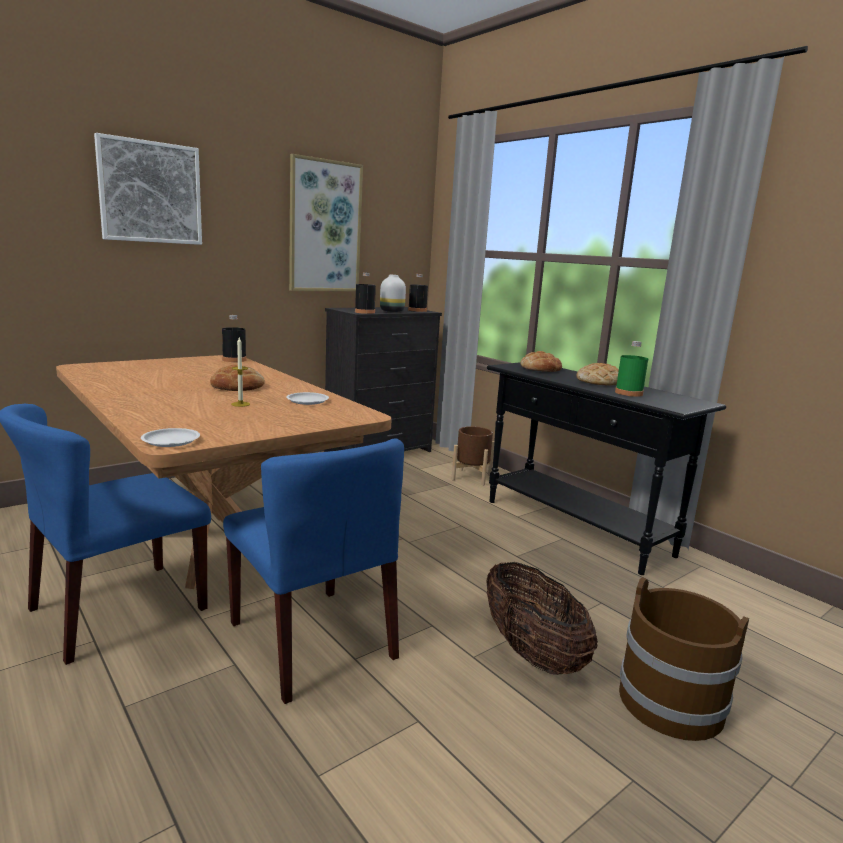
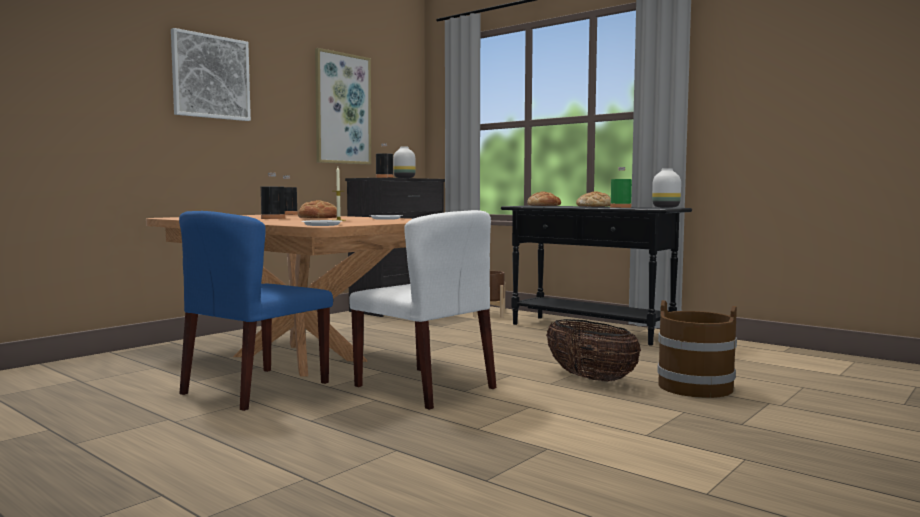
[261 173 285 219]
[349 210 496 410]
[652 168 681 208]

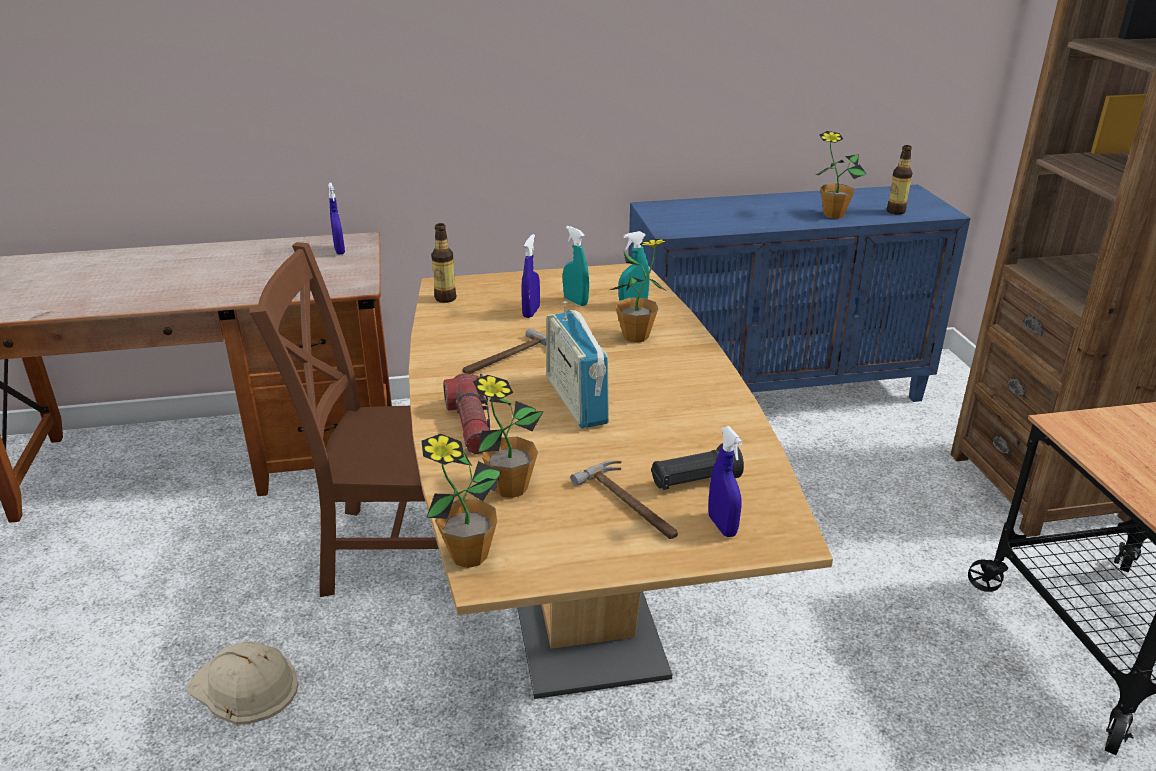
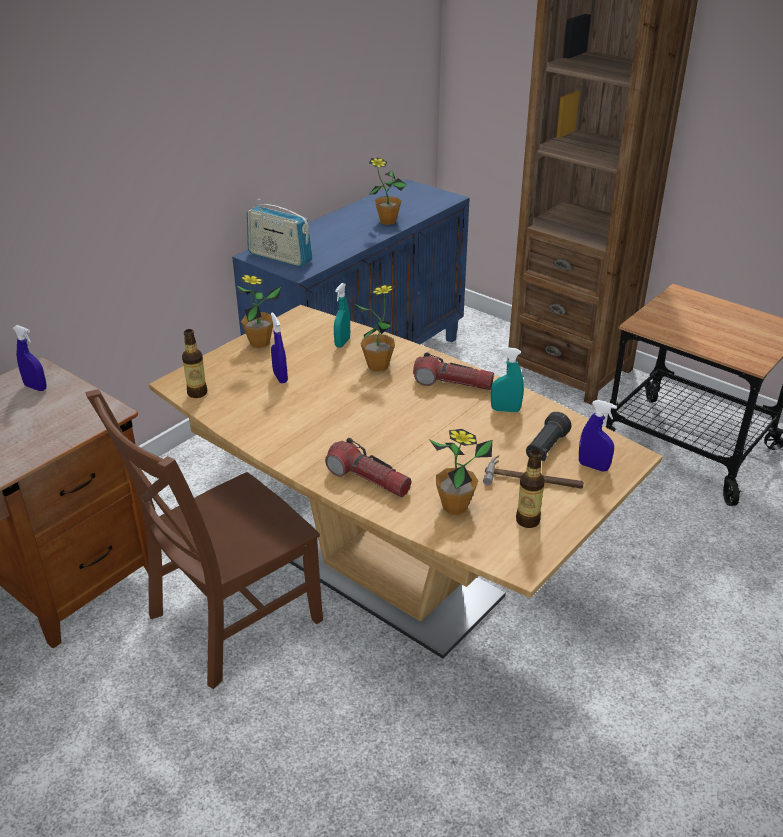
[237 275 281 348]
[247 199 313 267]
[413 352 494 390]
[491 347 524 412]
[516 450 545 528]
[187 642 298 725] (first image)
[463 328 547 374] (first image)

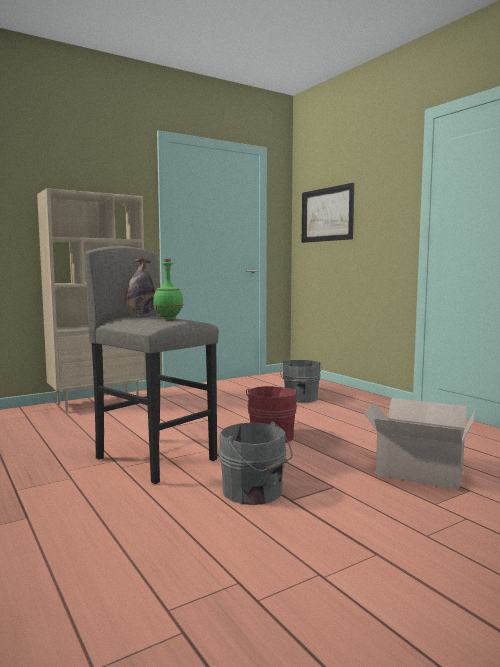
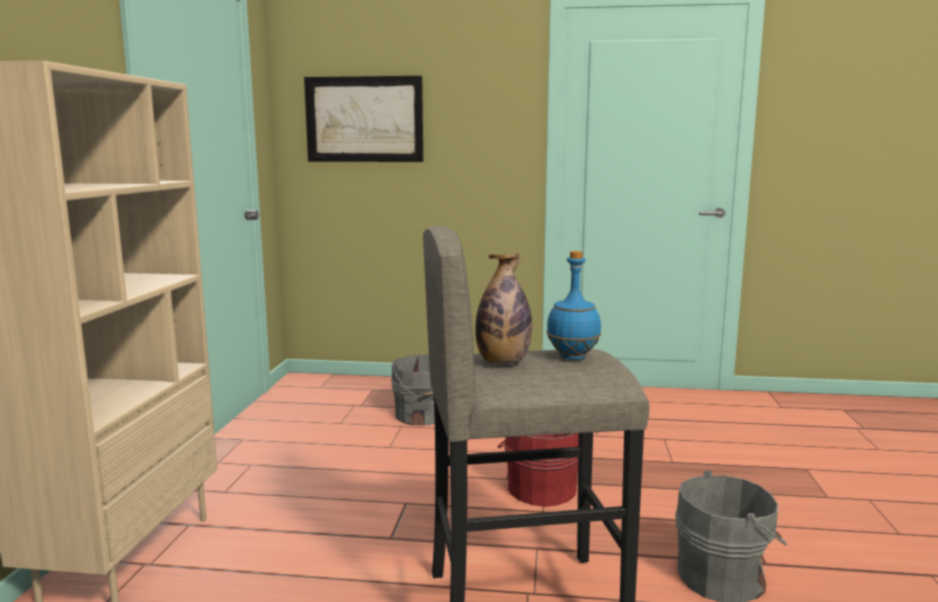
[547 251 601 360]
[364 398 475 490] (first image)

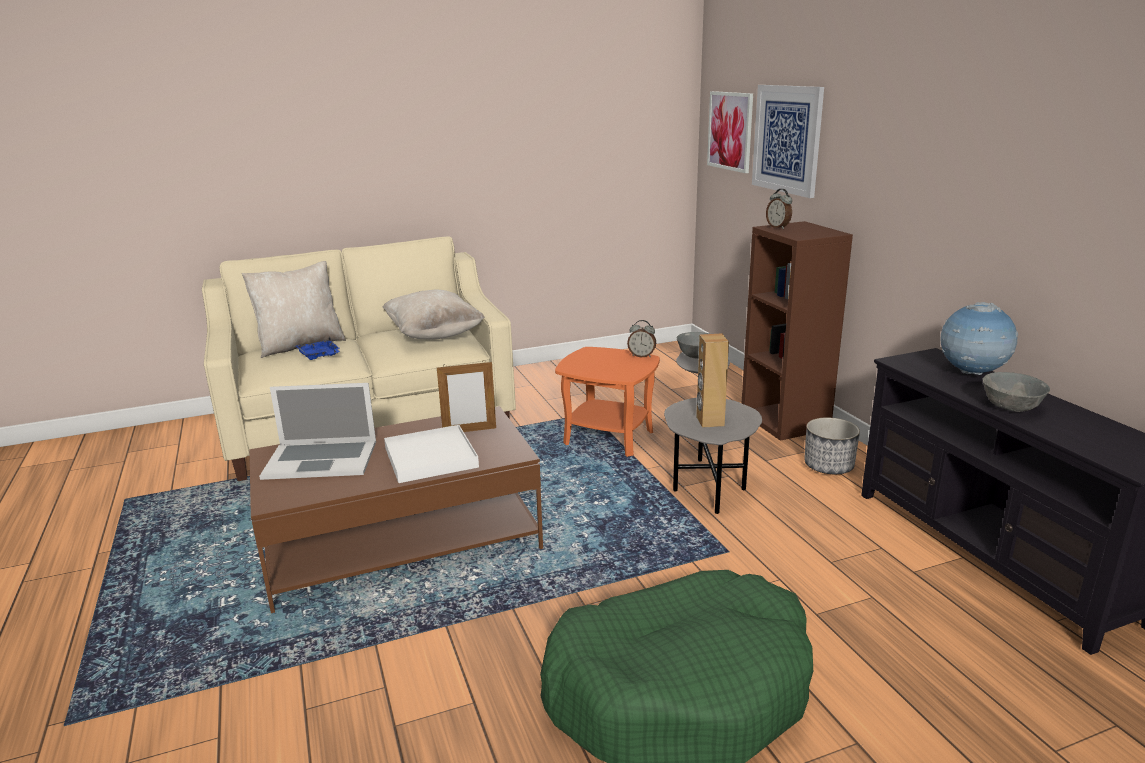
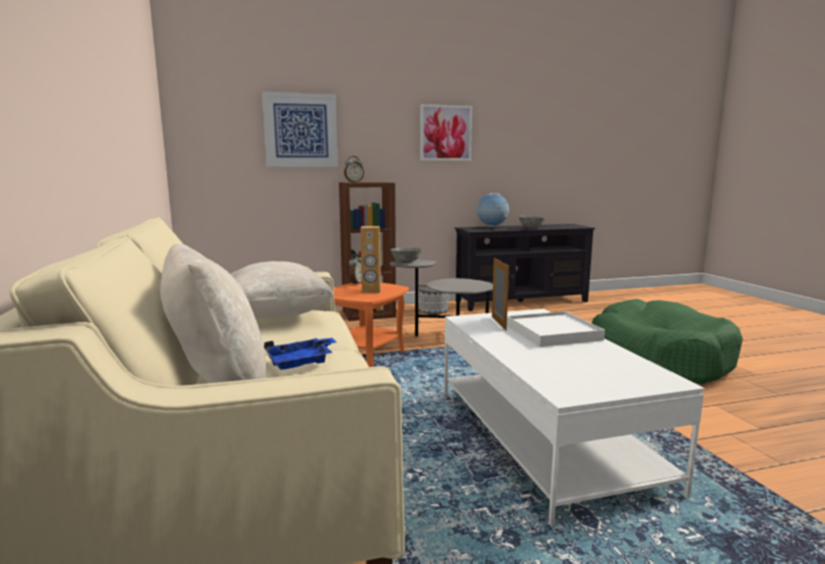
[360 226 381 293]
[420 104 472 161]
[444 309 705 526]
[259 383 376 480] (first image)

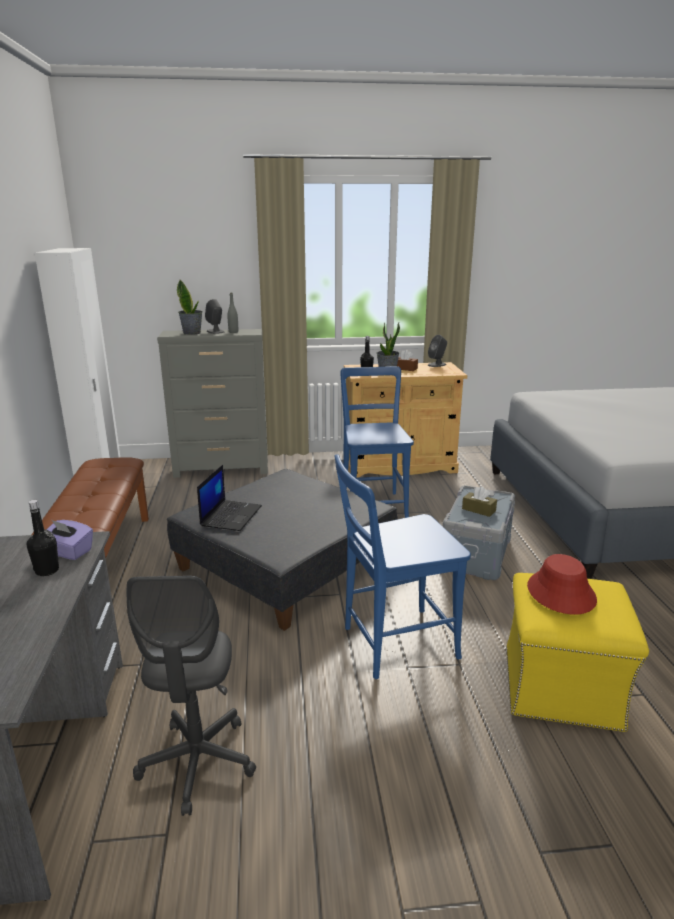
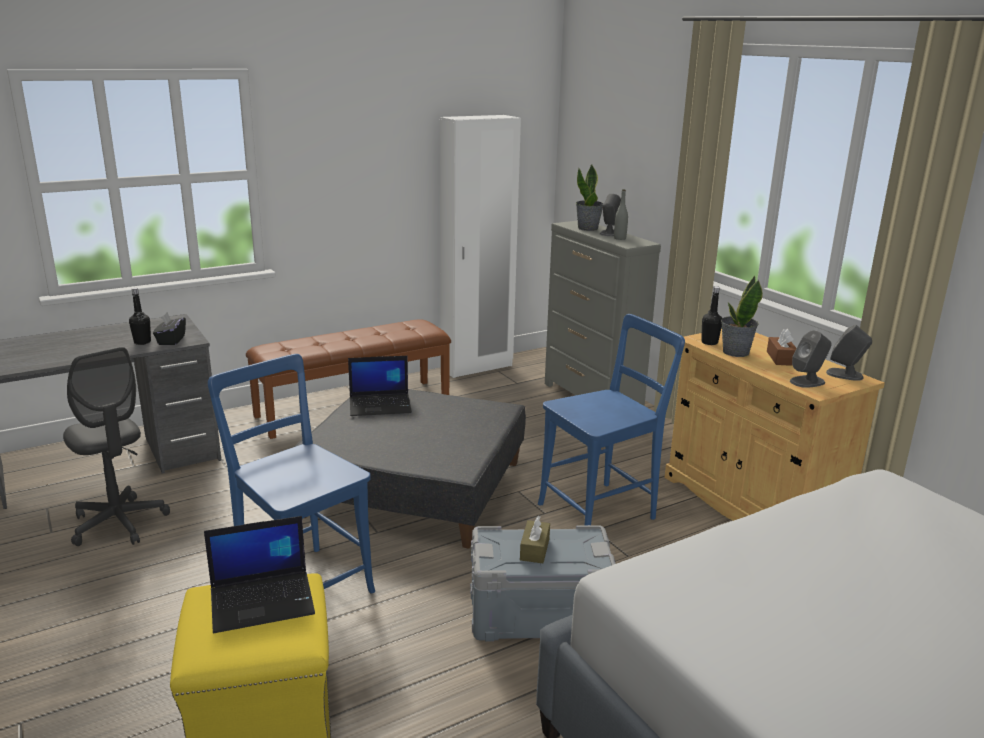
[63 347 170 546]
[153 312 186 345]
[204 516 315 633]
[790 330 831 388]

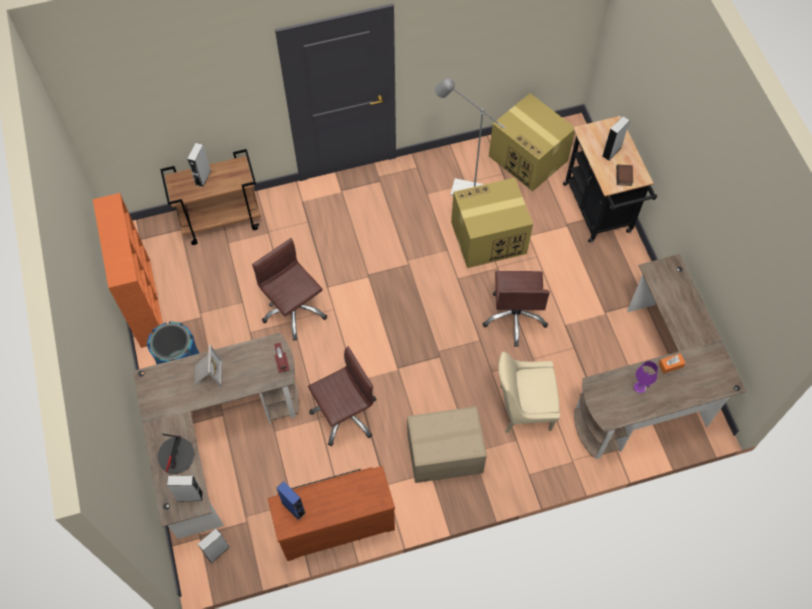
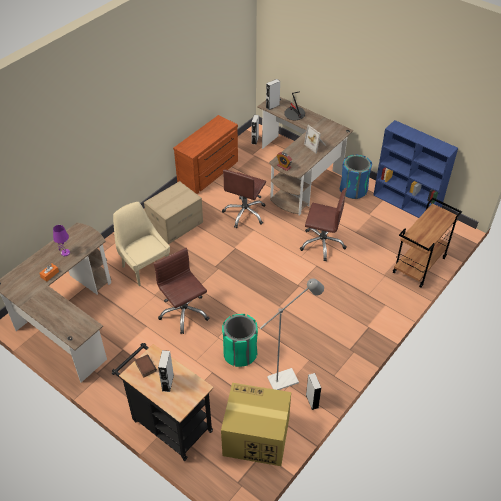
[113 202 170 286]
[222 314 258 367]
[306 373 321 410]
[373 120 458 218]
[277 481 306 520] (first image)

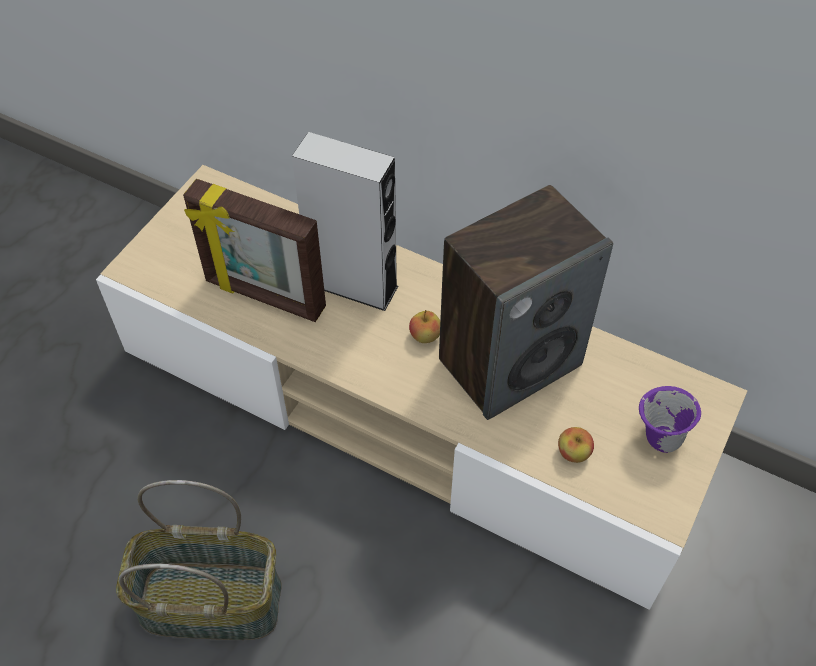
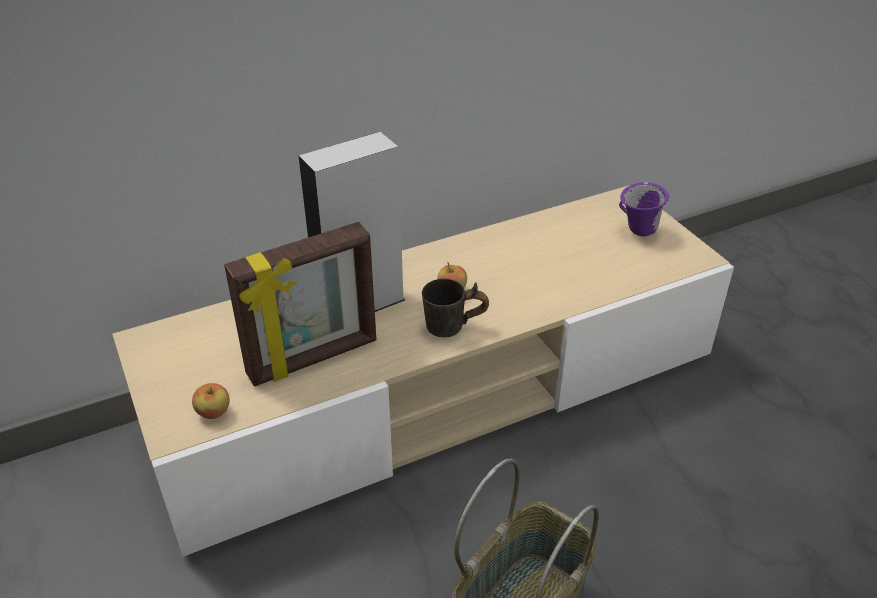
[192 383 230 419]
[422 279 489 337]
[439 185 613 420] (first image)

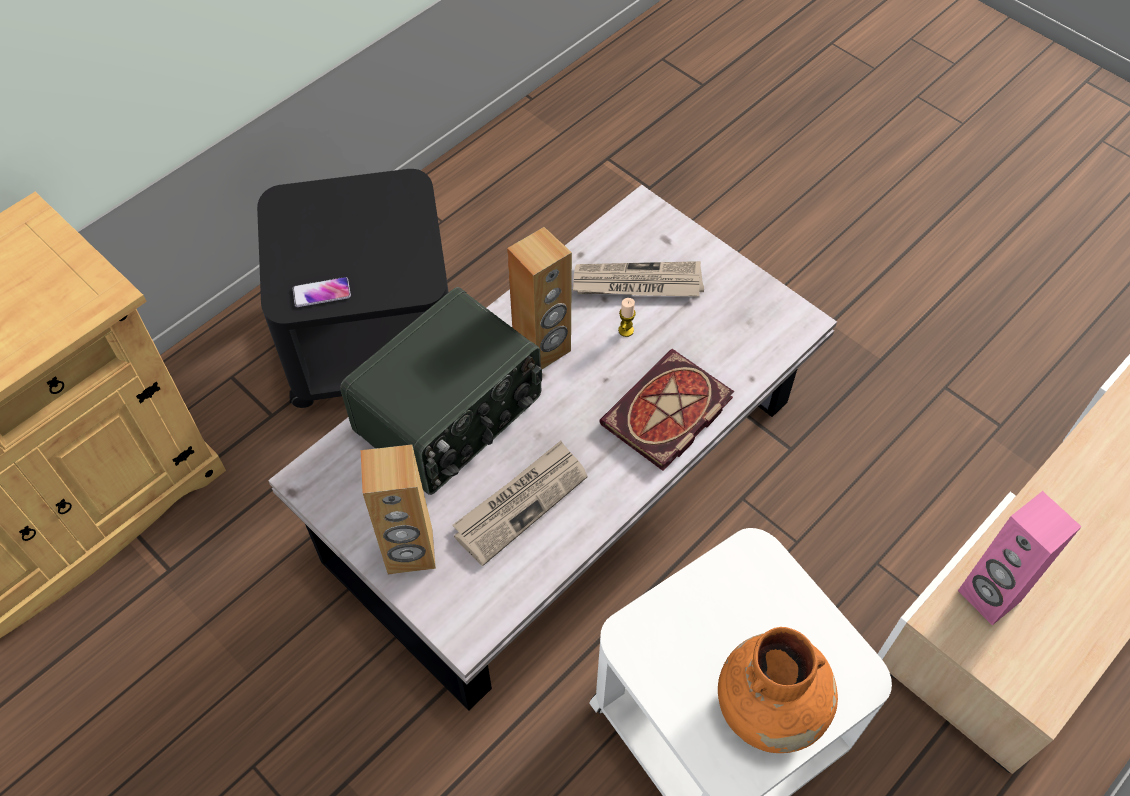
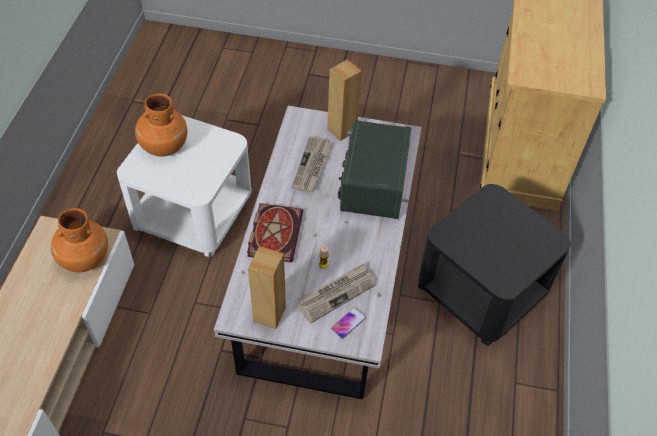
[51 208 108 272]
[248 246 286 329]
[331 307 366 339]

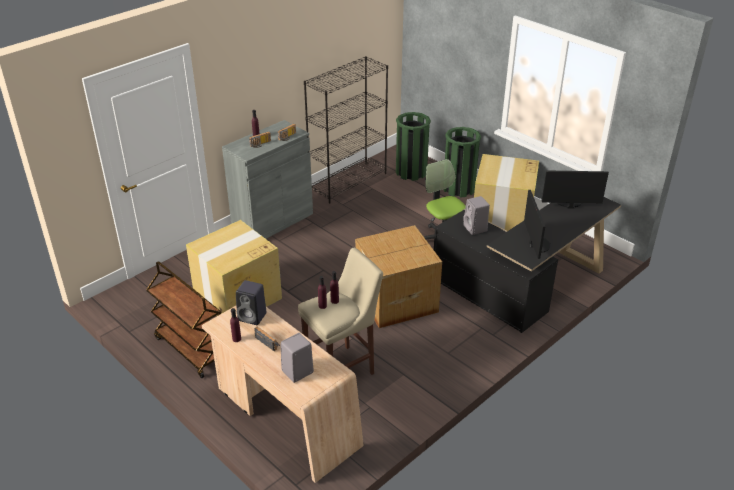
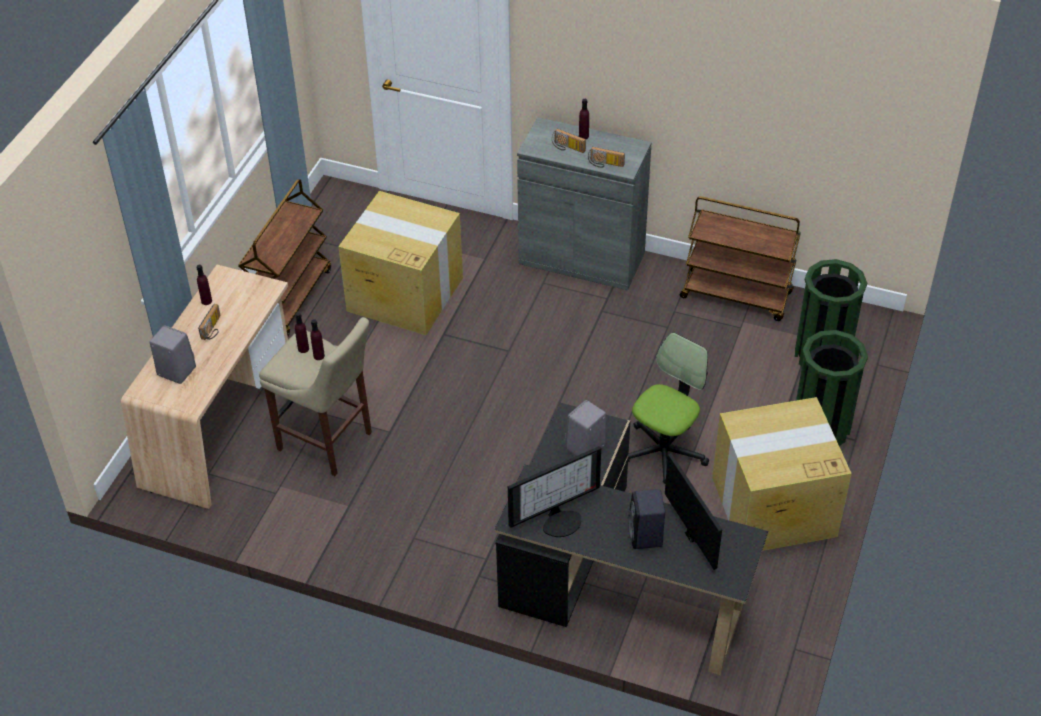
[628 489 665 549]
[680 196 801 321]
[355 225 442 328] (first image)

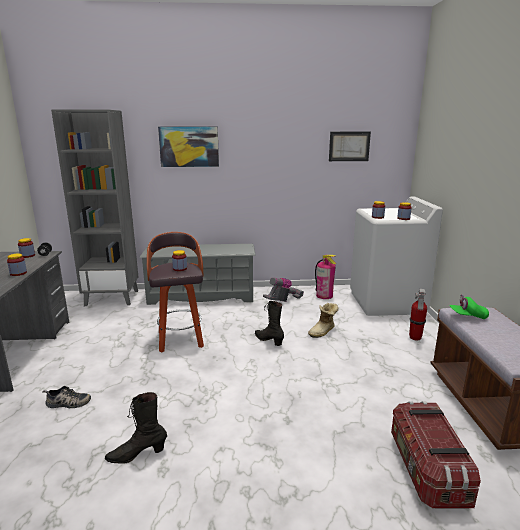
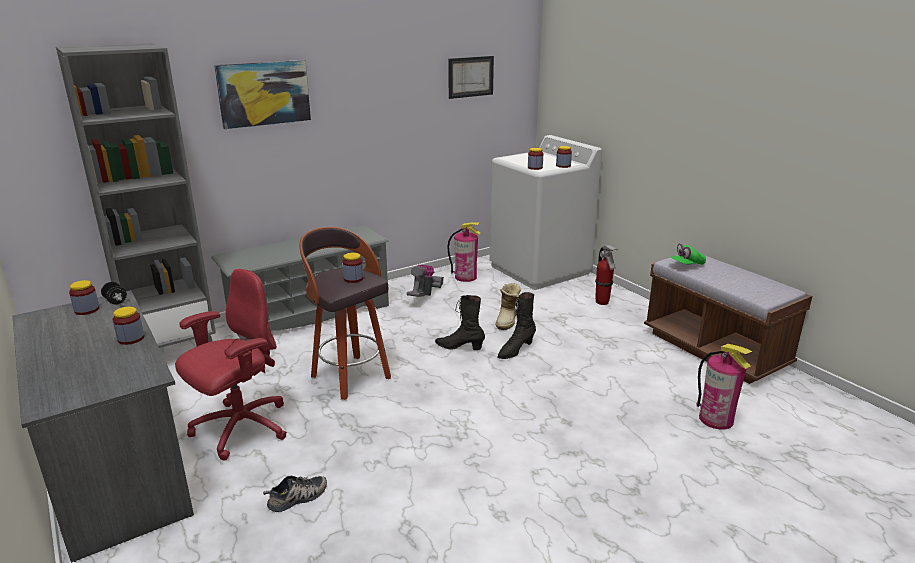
[175 269 287 461]
[497 292 536 359]
[696 344 753 430]

